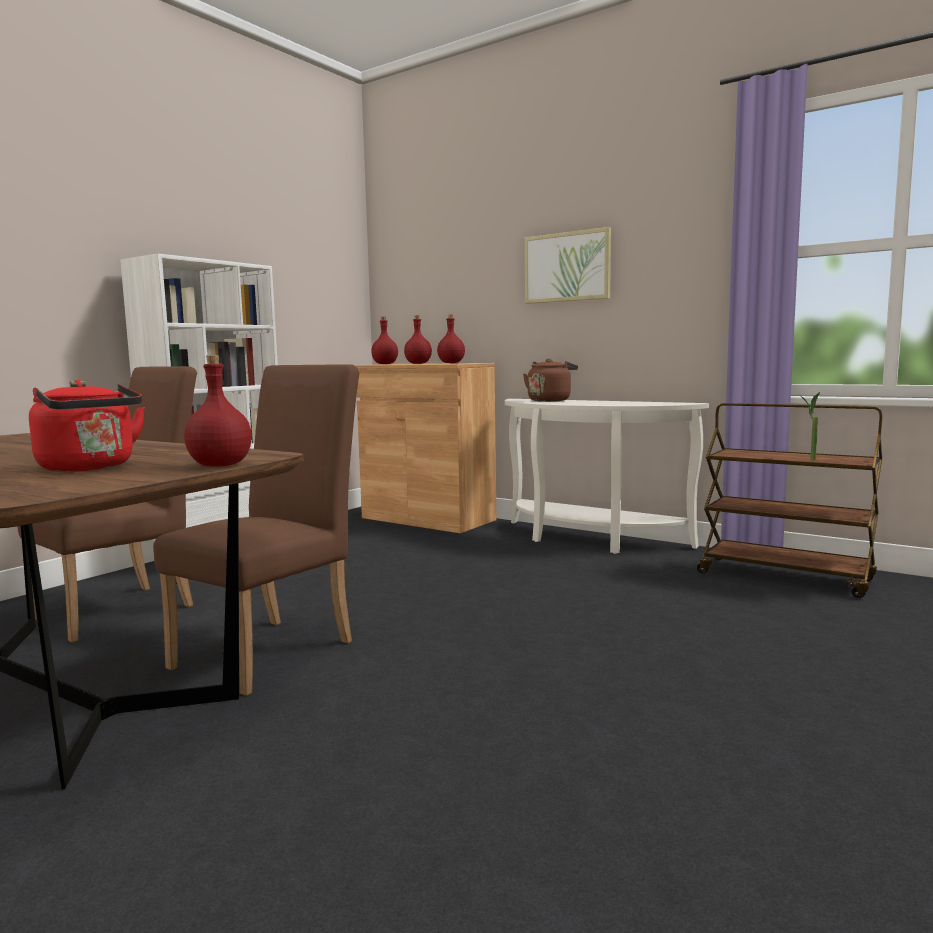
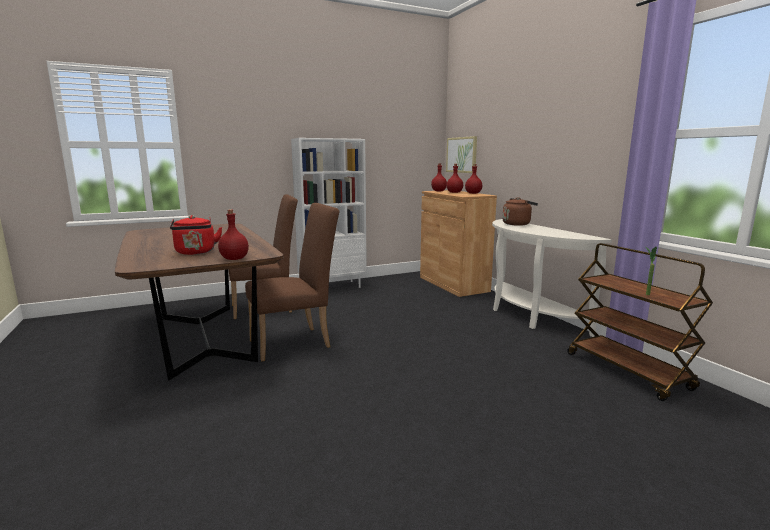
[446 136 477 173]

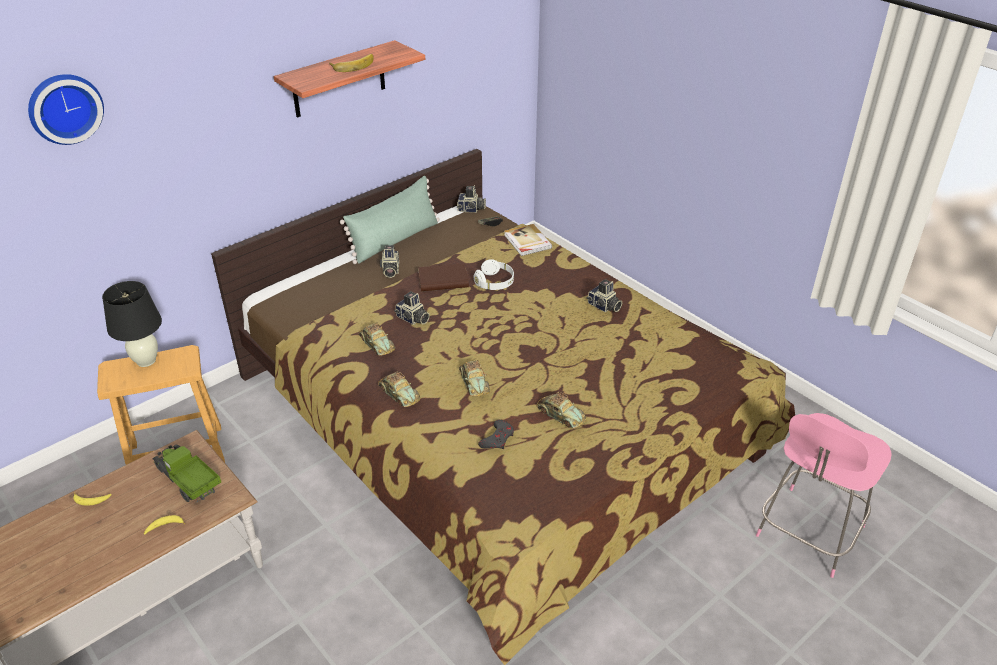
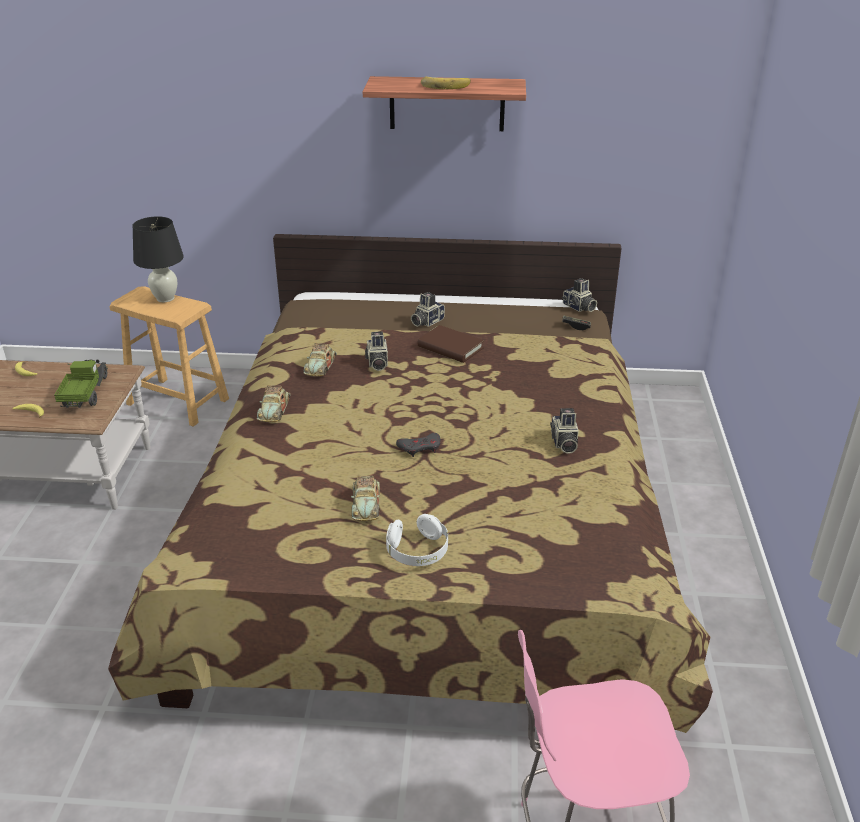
[386 514 448 566]
[396 433 441 457]
[28 74 104 145] (first image)
[340 176 439 264] (first image)
[459 360 490 396] (first image)
[504 224 552 256] (first image)

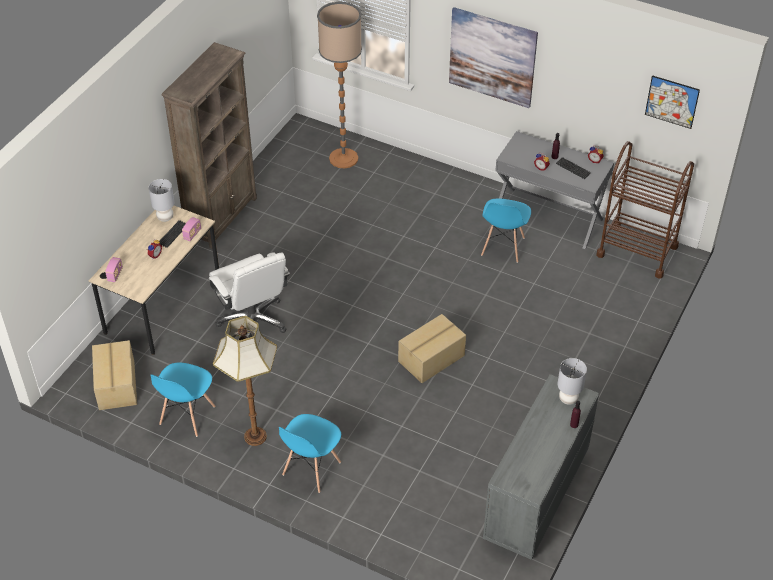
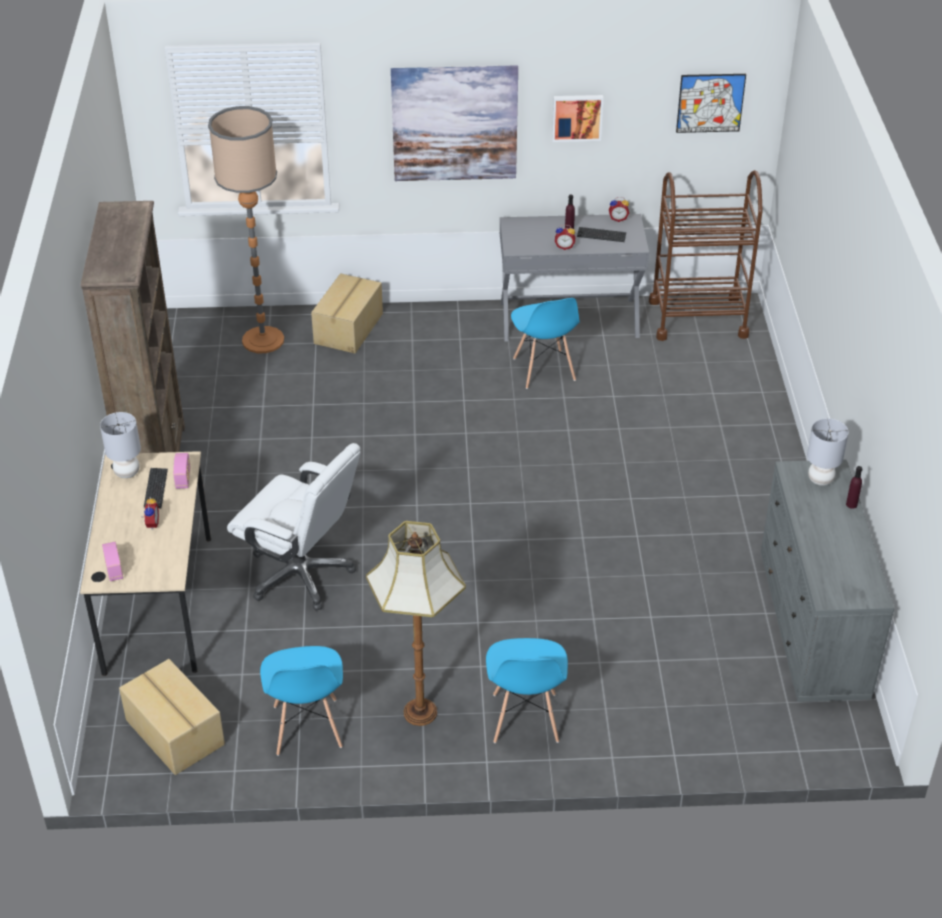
[311 273 383 354]
[552 95 603 142]

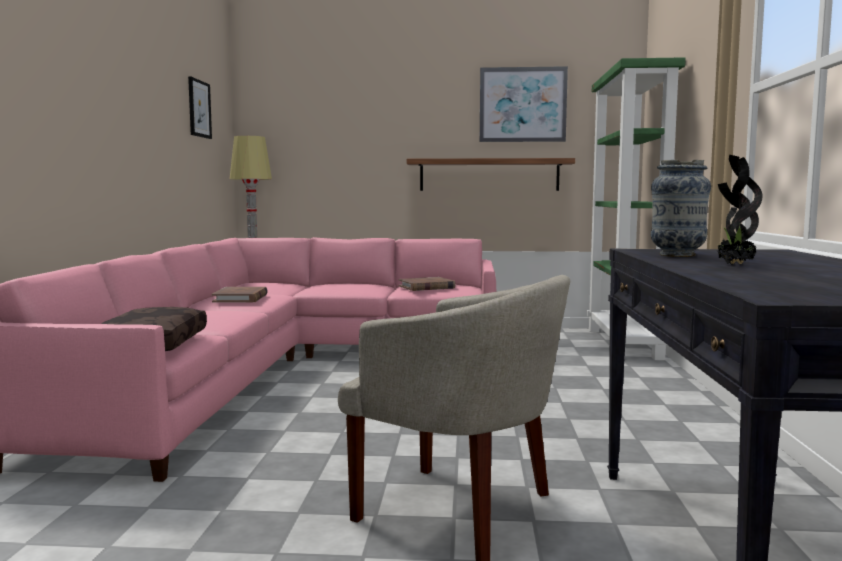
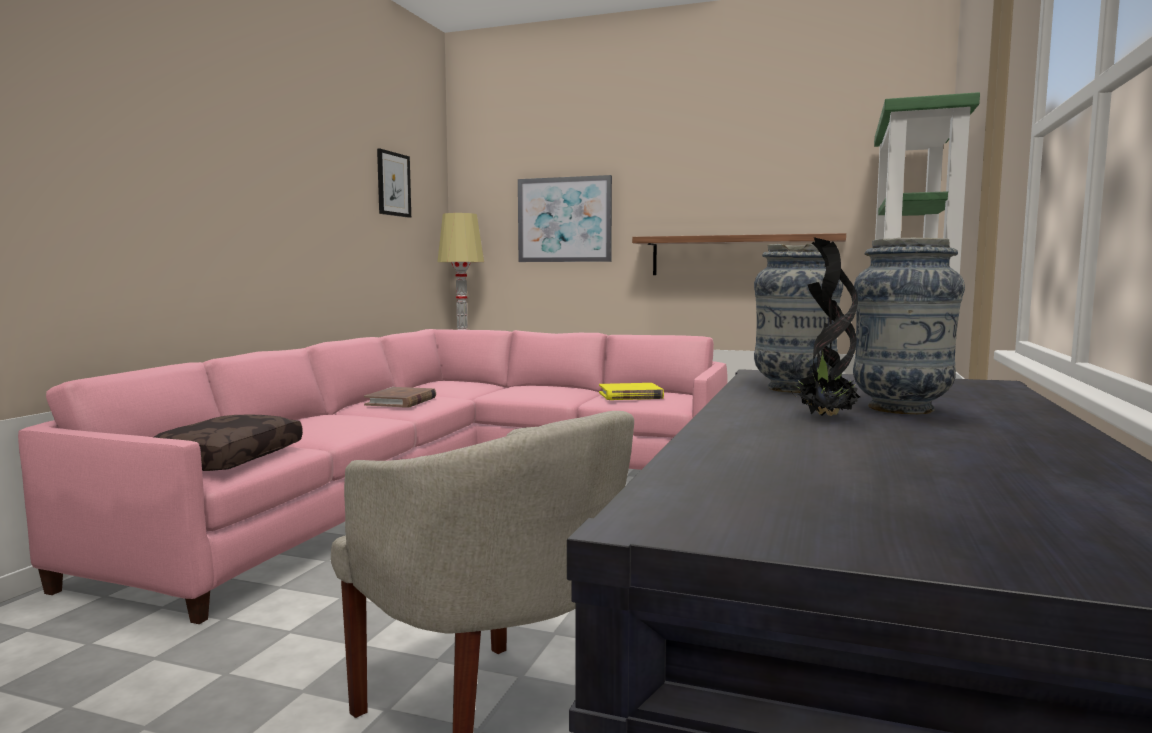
[518 175 612 262]
[599 383 664 400]
[853 238 965 414]

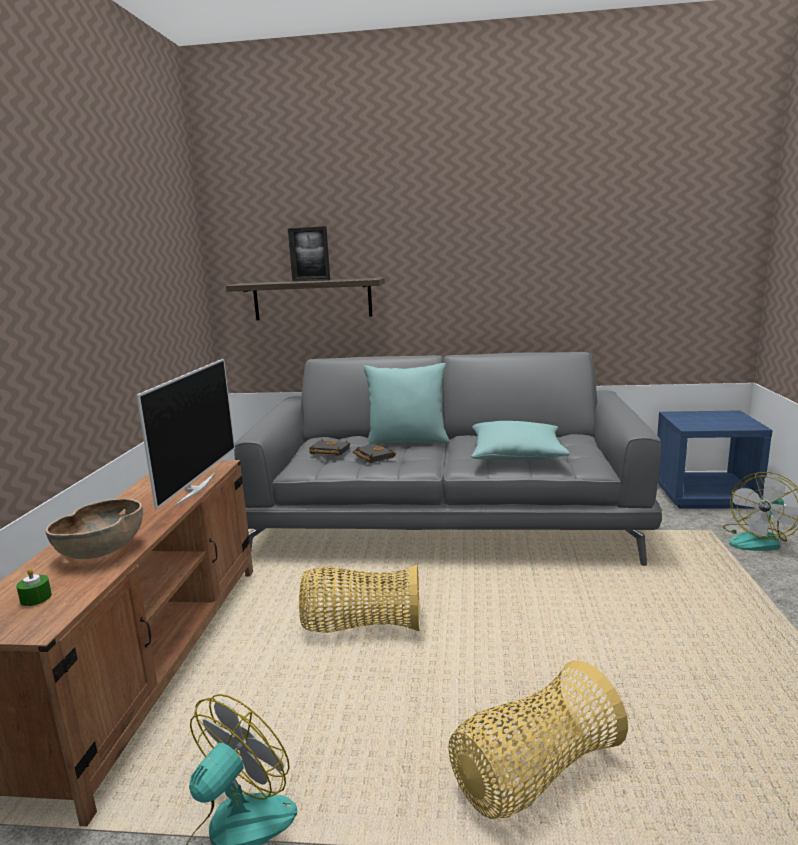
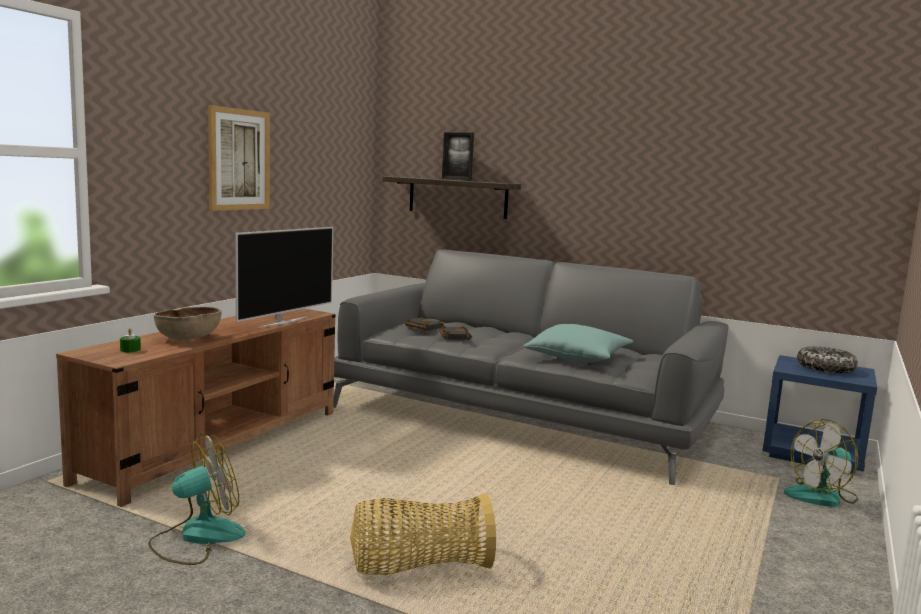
[208 105 270 211]
[797 346 858 374]
[299 564 420 633] (first image)
[363 363 450 445] (first image)

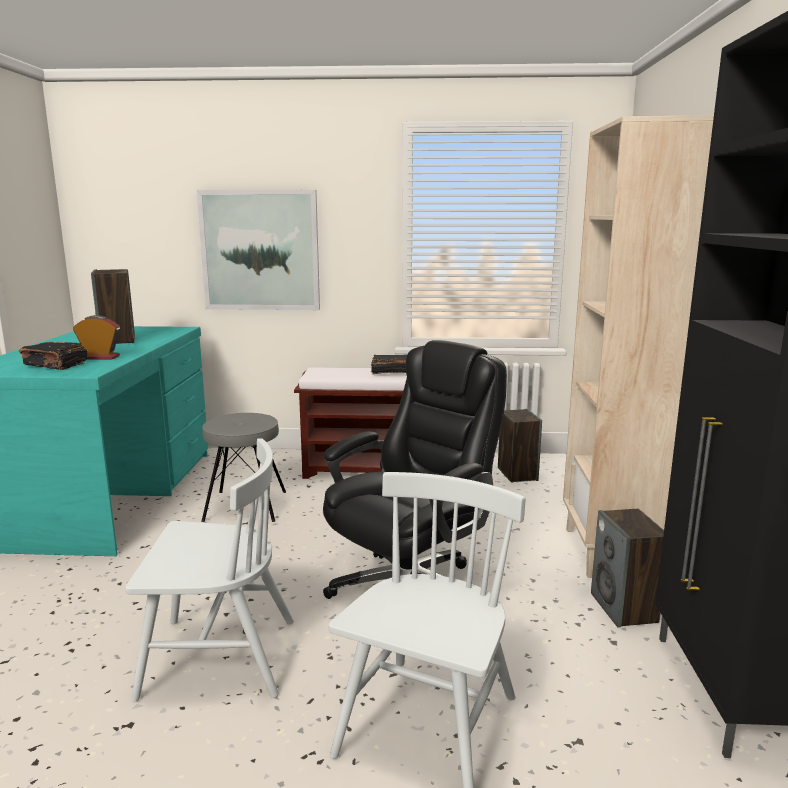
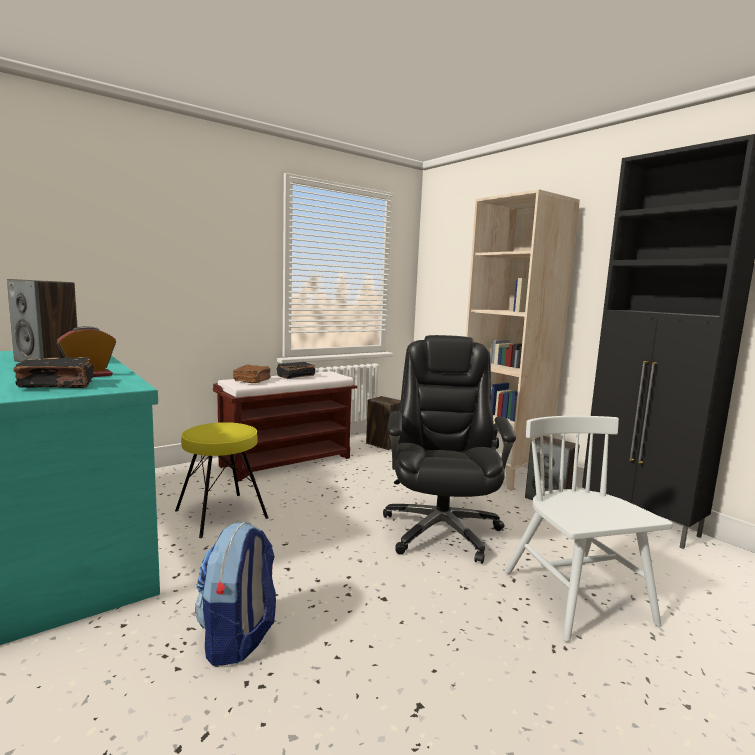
[175 422 269 538]
[195 522 276 666]
[233 365 271 383]
[125 438 294 702] (first image)
[197 190 320 310] (first image)

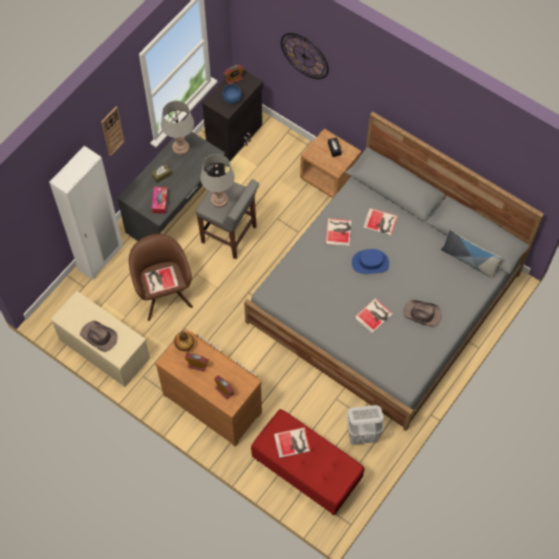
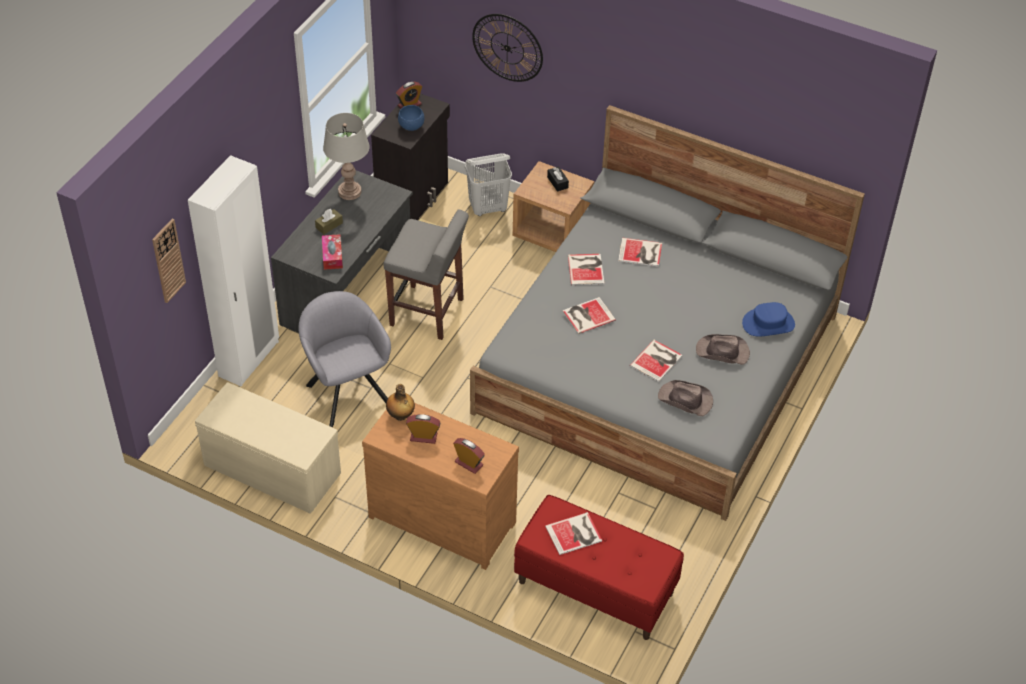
[152 219 186 303]
[299 291 391 427]
[465 153 512 216]
[562 297 616 334]
[658 380 713 416]
[742 302 795 337]
[200 154 235 208] (first image)
[441 230 502 279] (first image)

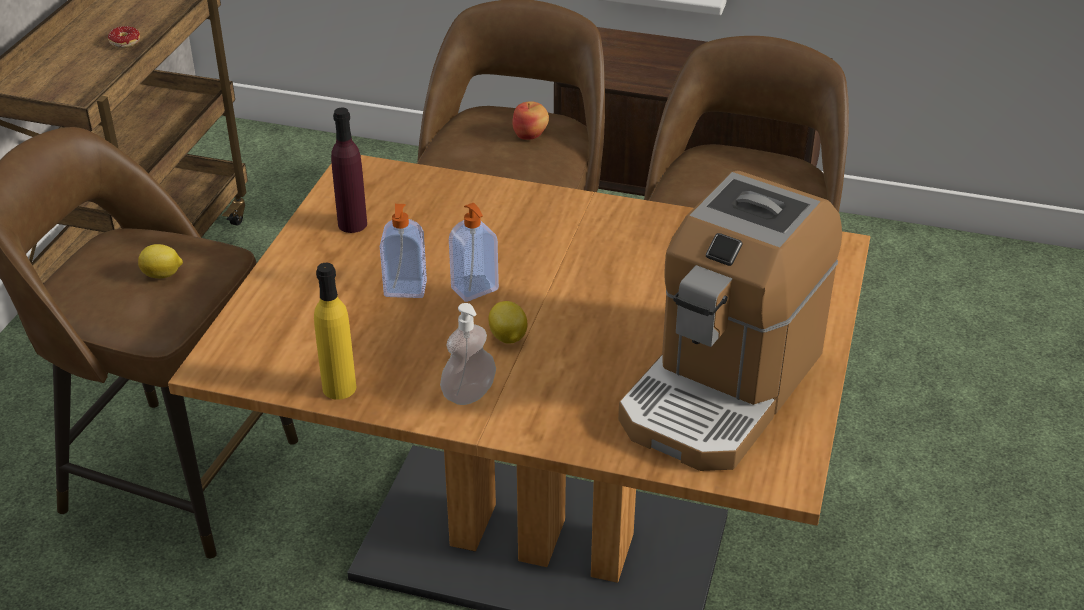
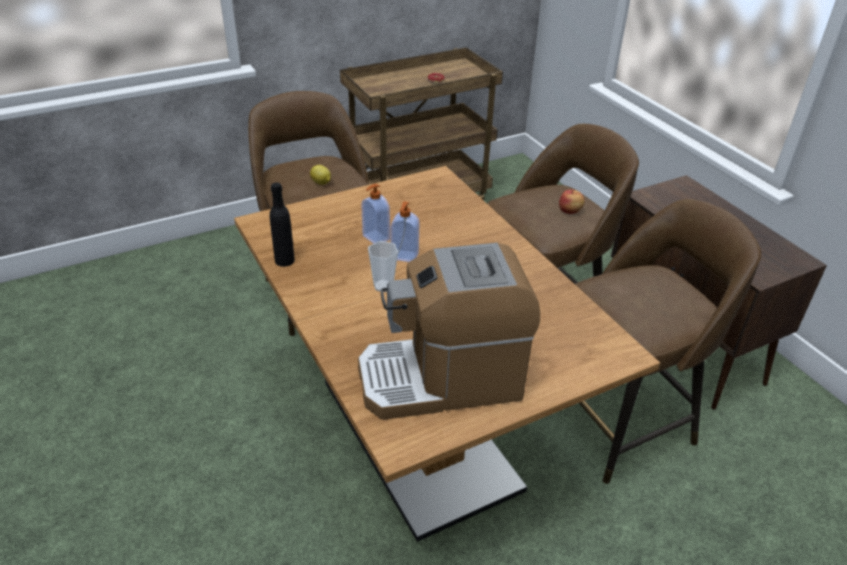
[270 183 295 267]
[368 241 398 292]
[331 108 367 233] (first image)
[440 303 496 405] (first image)

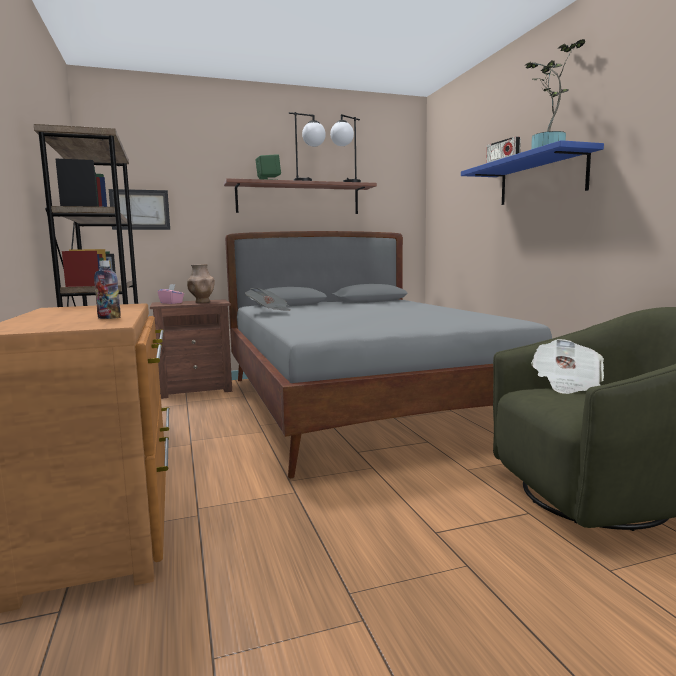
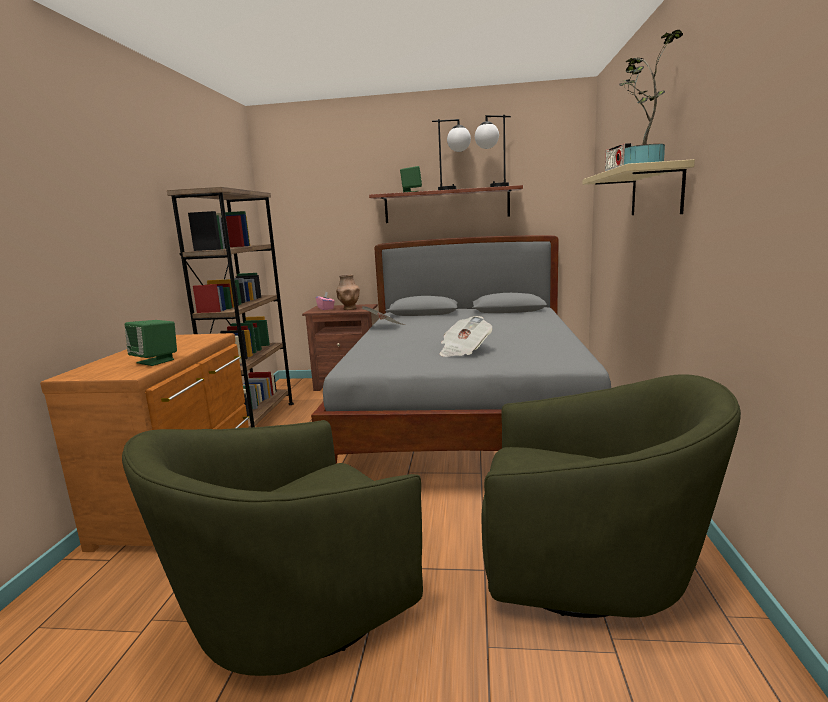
[122 420 423 676]
[125 320 177 366]
[440 316 492 357]
[583 159 695 215]
[109 189 170 230] (first image)

